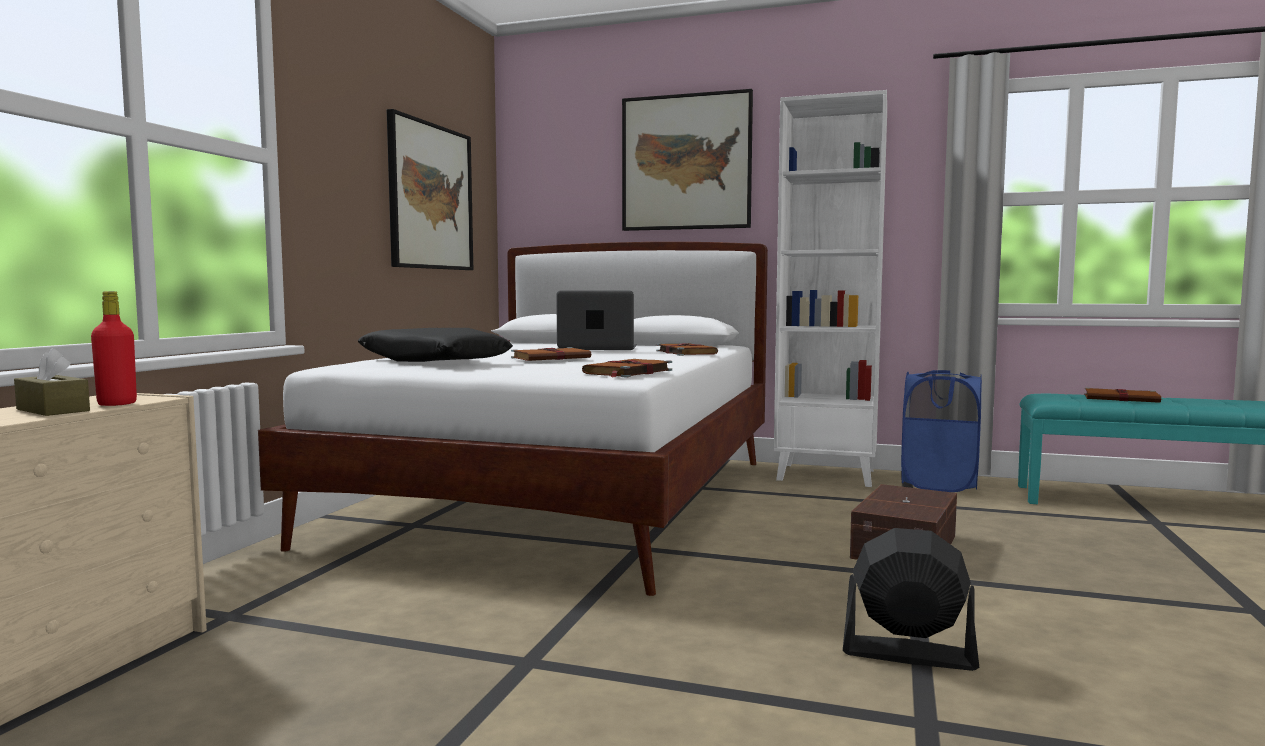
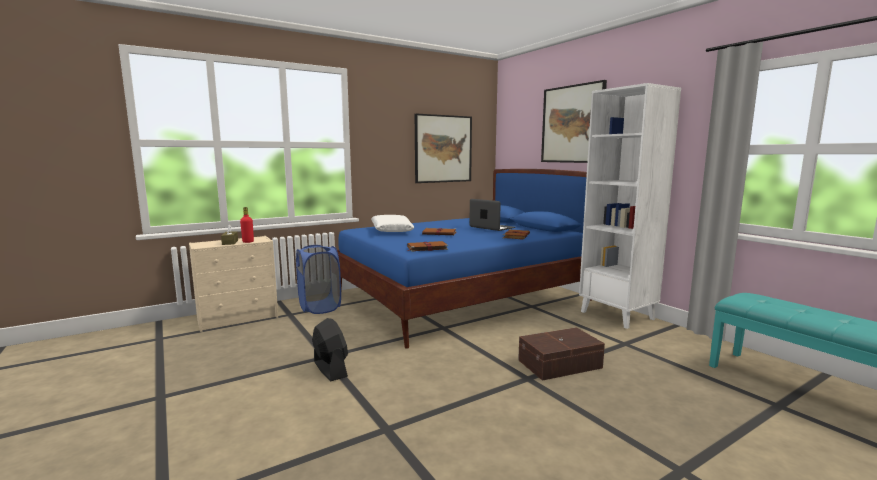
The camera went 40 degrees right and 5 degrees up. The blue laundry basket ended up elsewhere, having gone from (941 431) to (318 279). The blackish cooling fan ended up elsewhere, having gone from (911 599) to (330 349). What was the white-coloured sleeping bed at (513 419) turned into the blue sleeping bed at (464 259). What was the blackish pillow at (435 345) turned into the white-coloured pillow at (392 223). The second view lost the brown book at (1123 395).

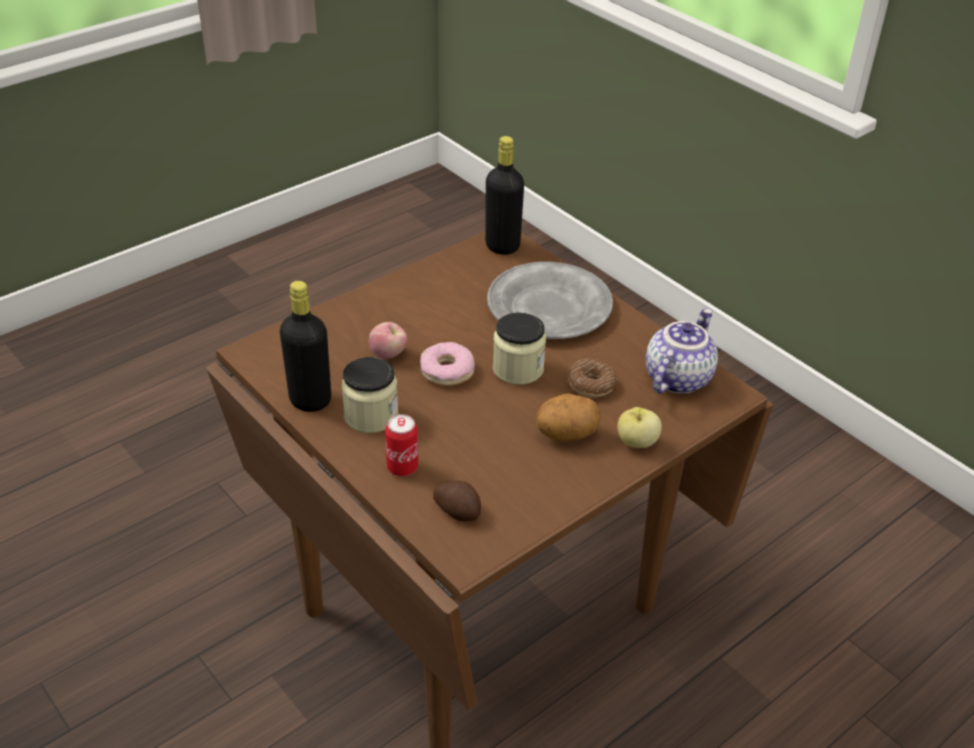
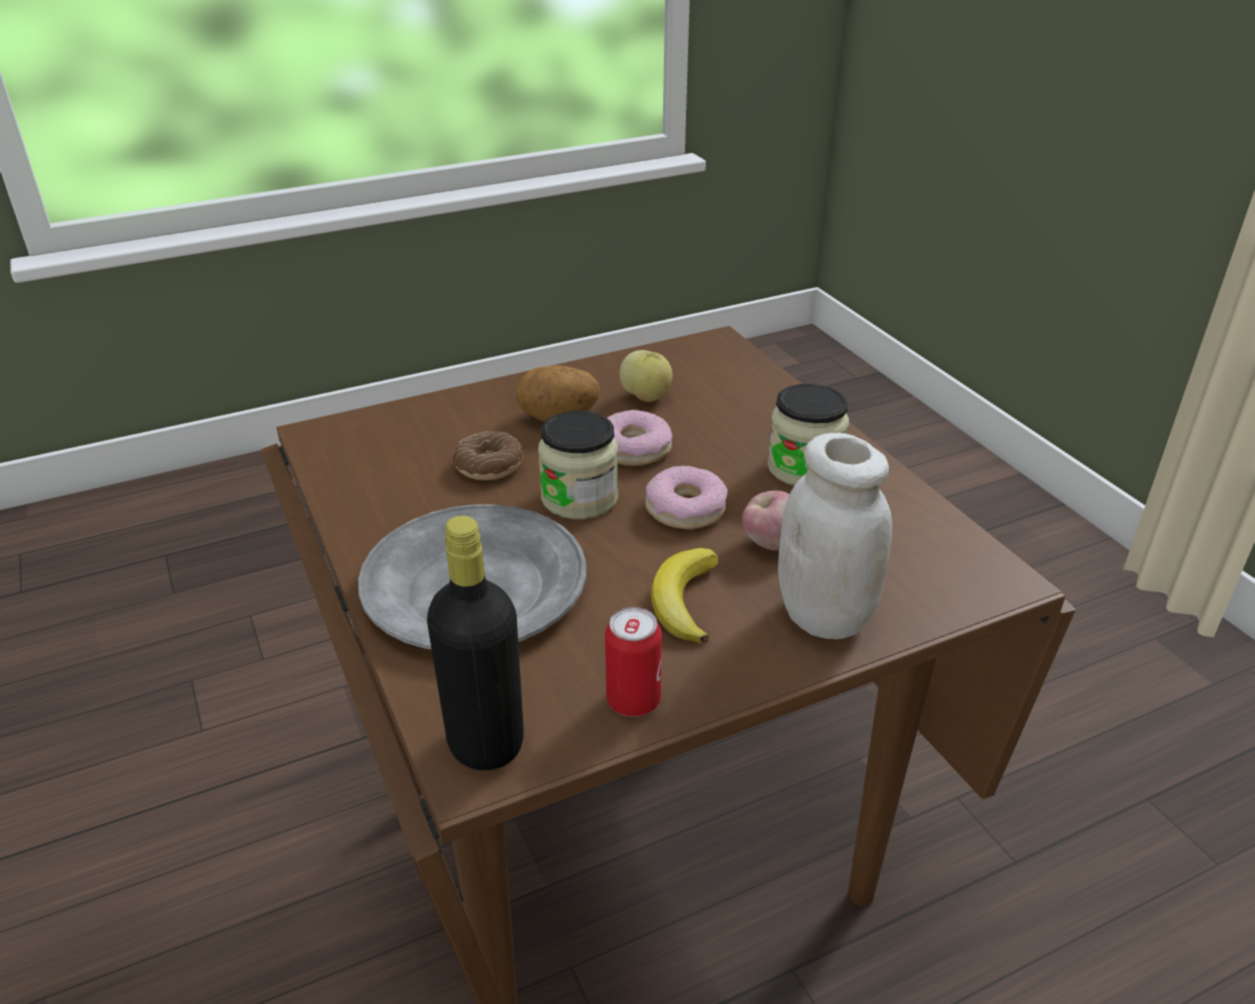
The camera went 165 degrees left and 5 degrees down. The metal can ended up elsewhere, having gone from (401 445) to (633 662). The second view gained the ring doughnut at (639 438). The apple ended up elsewhere, having gone from (639 427) to (646 376). The second view gained the whole banana at (684 595). The second view gained the white-coloured storage jar at (835 536). The second view lost the blackish bottle at (305 346). The second view lost the potato at (457 501). The second view lost the tea pot at (682 351).

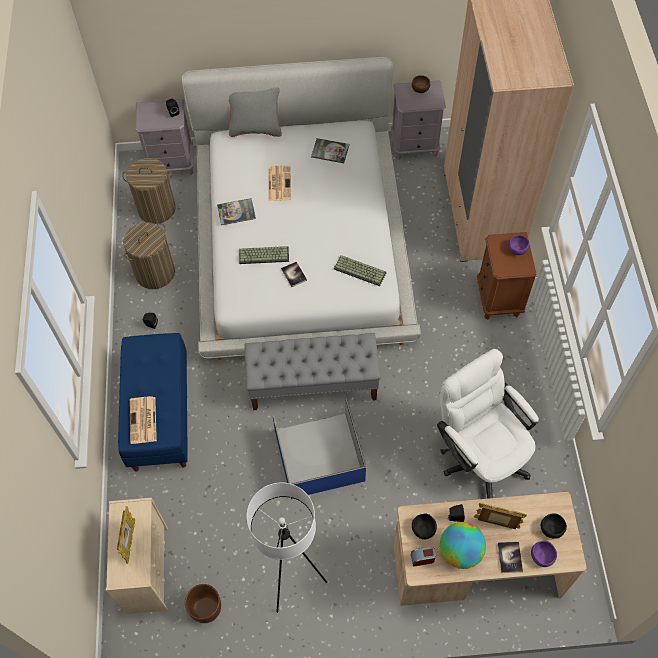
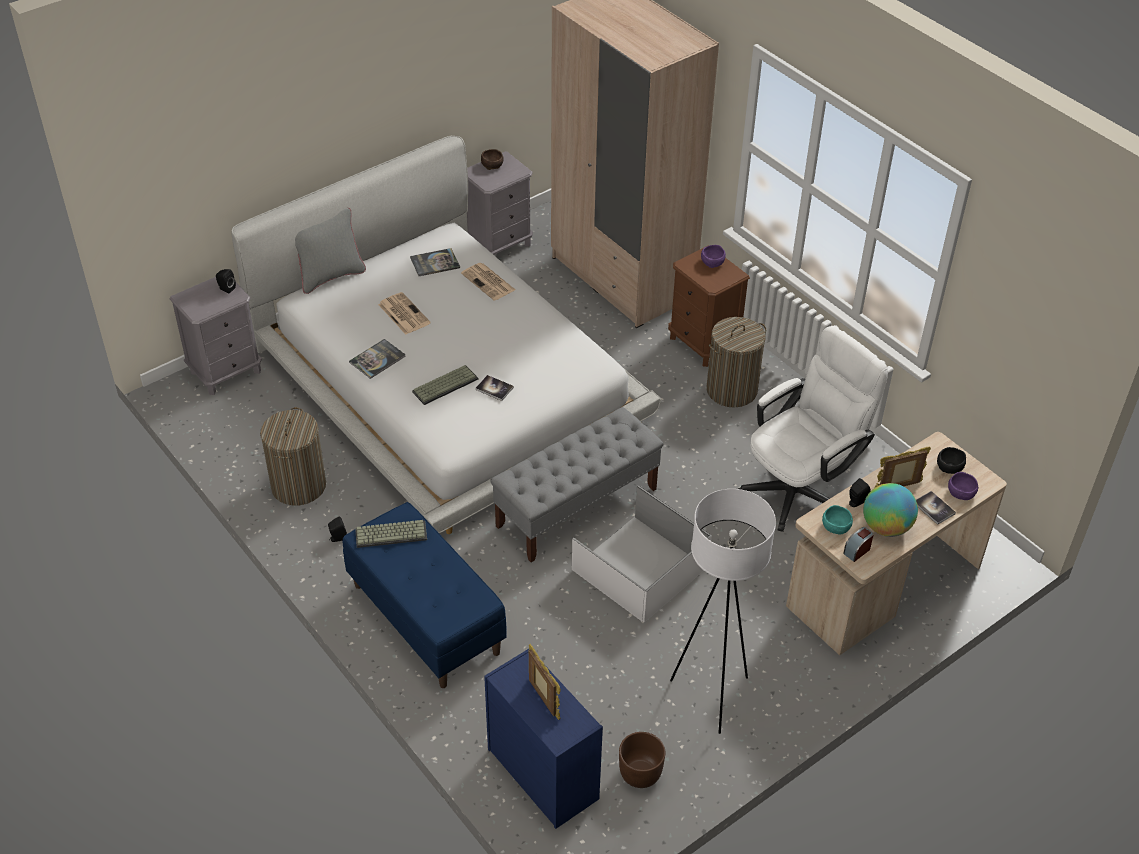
The camera went 35 degrees left and 15 degrees down. The PC keyboard ended up elsewhere, having gone from (360 270) to (391 534). The daily paper ended up elsewhere, having gone from (143 420) to (488 282). What was the beige dresser at (137 556) turned into the blue dresser at (543 739). What was the blue storage box at (319 449) turned into the white-coloured storage box at (641 554). The laundry basket ended up elsewhere, having gone from (149 191) to (736 362). The white-coloured office chair at (488 424) ended up facing another way, 120 degrees clockwise from before. What was the blackish deep dish at (424 527) turned into the turquoise deep dish at (837 519).

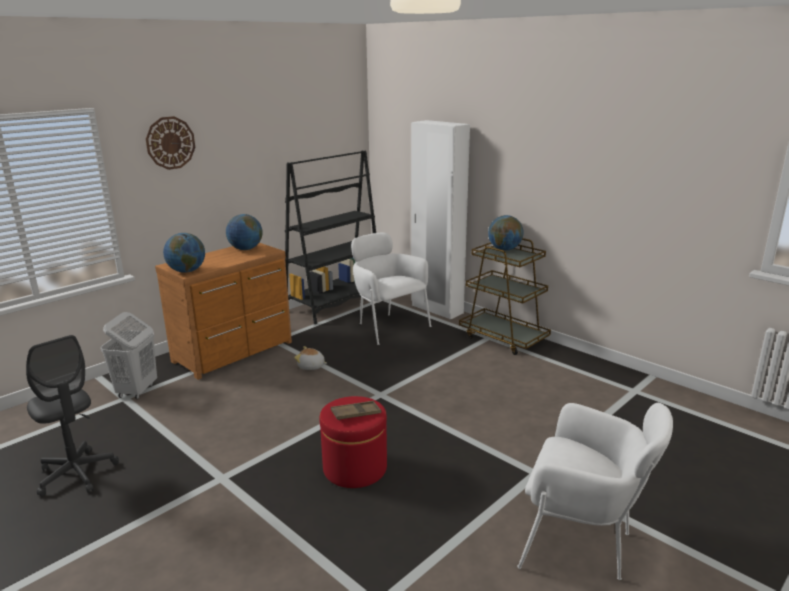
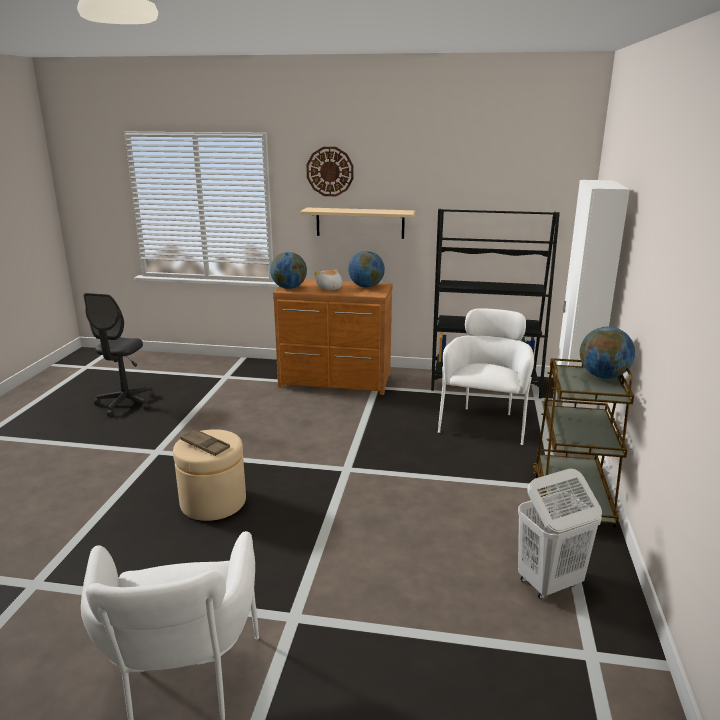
The camera went 55 degrees right and 0 degrees up. What was the red ottoman at (353 442) turned into the beige ottoman at (209 475). The second view gained the beige wall shelf at (357 223). The plush toy ended up elsewhere, having gone from (310 358) to (328 280). The white-coloured laundry basket ended up elsewhere, having gone from (129 355) to (560 533).

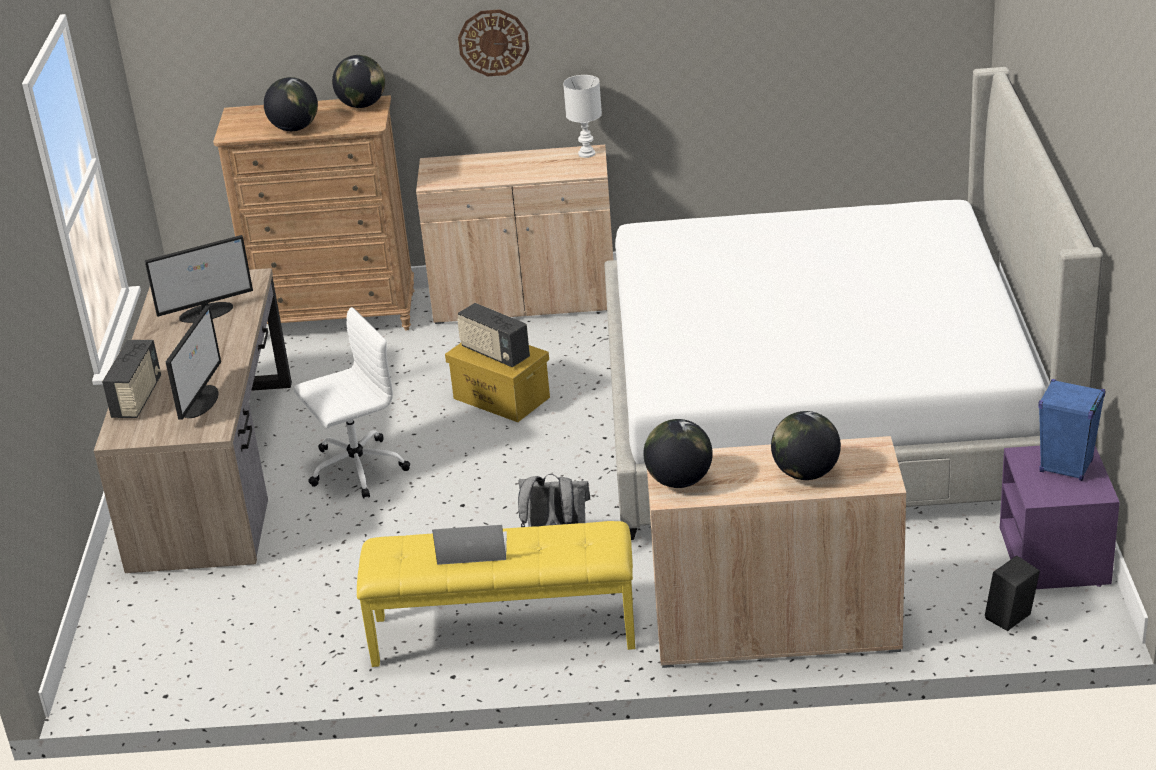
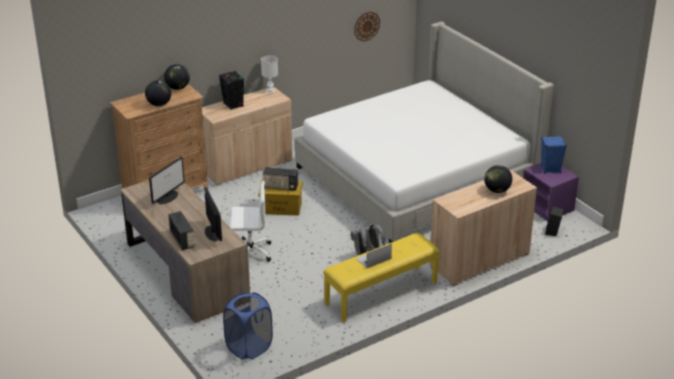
The camera went 35 degrees left and 0 degrees up. The second view gained the blackish audio speaker at (231 90). The second view gained the blue laundry basket at (248 326). The white-coloured office chair at (352 402) ended up facing another way, 60 degrees clockwise from before. The wall clock ended up elsewhere, having gone from (493 42) to (367 27). The second view lost the world globe at (678 453).

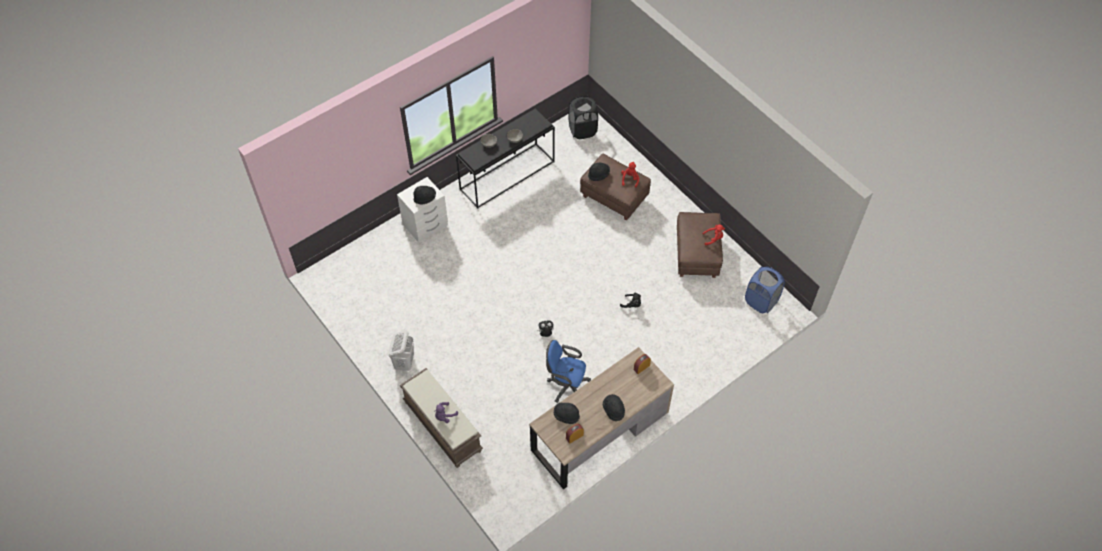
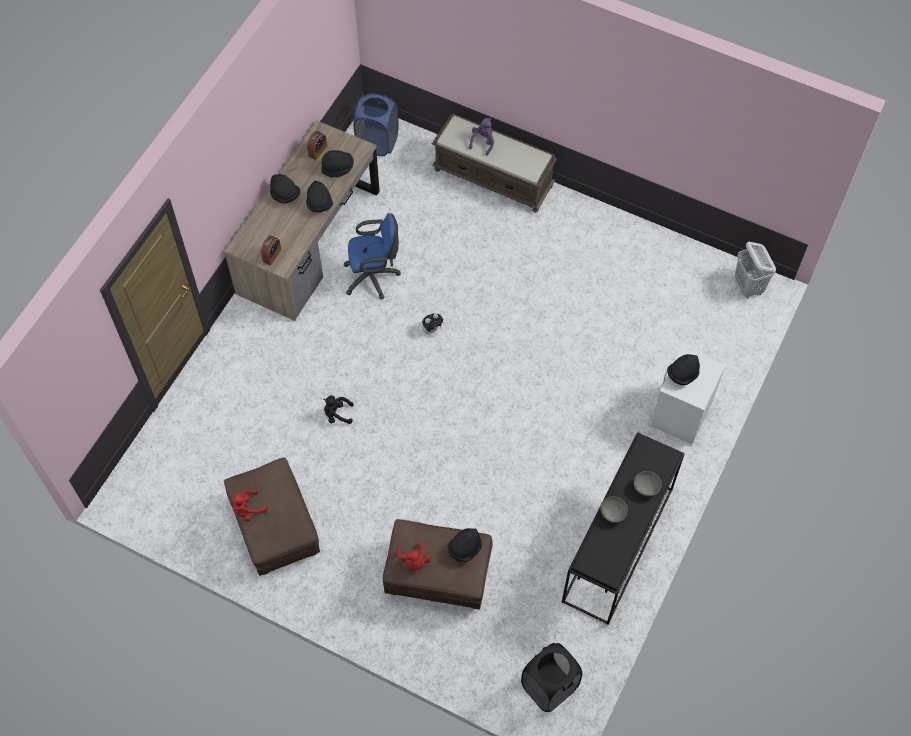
The camera went 155 degrees right and 5 degrees up. The second view gained the blackish clothing hat at (319 196). The blue laundry basket ended up elsewhere, having gone from (765 289) to (376 124). The white-coloured laundry basket ended up elsewhere, having gone from (401 350) to (755 270).

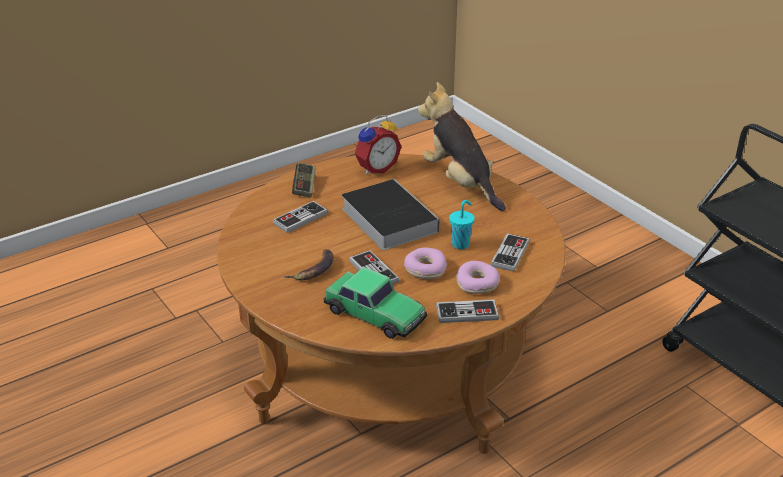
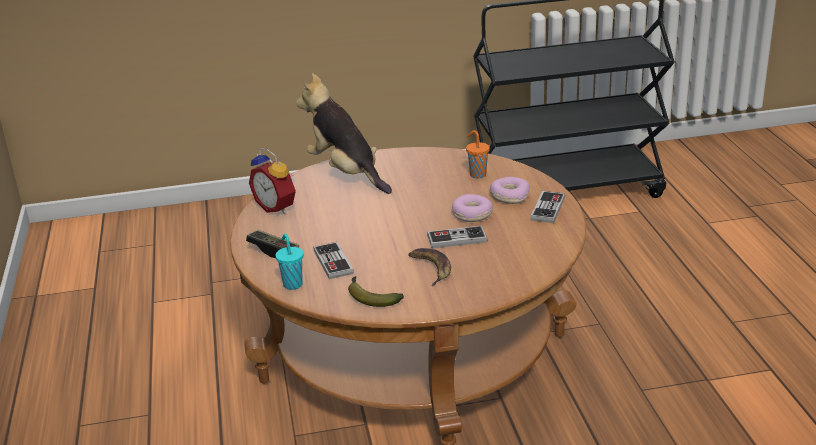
The camera went 65 degrees left and 5 degrees down. The table clock at (378 145) ended up facing another way, 150 degrees clockwise from before. The turquoise cup ended up elsewhere, having gone from (462 224) to (289 262). The plush toy at (462 146) ended up facing another way, 60 degrees clockwise from before. The second view gained the whole banana at (376 291). Where the joypad stood at (510 252), the orangey cup came to stand at (478 154). The second view lost the toy car at (375 303). The second view lost the book at (390 214).

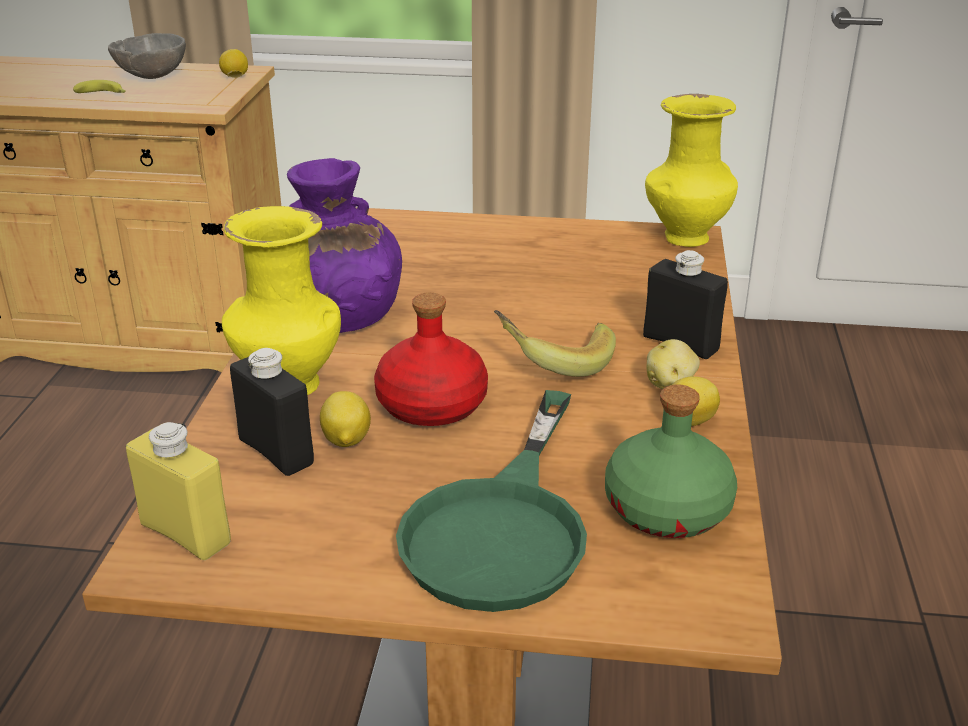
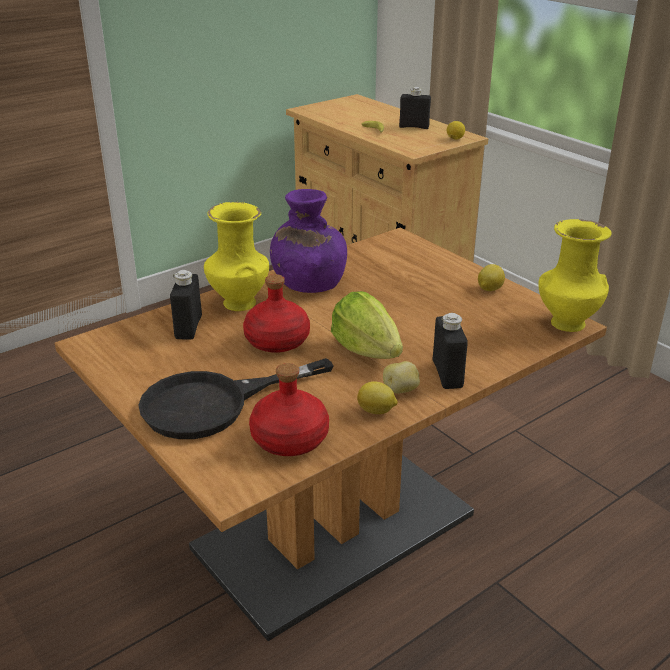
The camera went 45 degrees right and 0 degrees up. What was the greenish frying pan at (491 501) turned into the blackish frying pan at (236 398). What was the greenish bottle at (671 461) turned into the red bottle at (289 409). Where the whole banana stood at (555 343), the head of lettuce came to stand at (367 325). Where the grey deep dish stood at (147 56), the blackish bottle came to stand at (415 108). The lemon ended up elsewhere, having gone from (345 419) to (491 277). The second view lost the yellowish bottle at (178 491).

